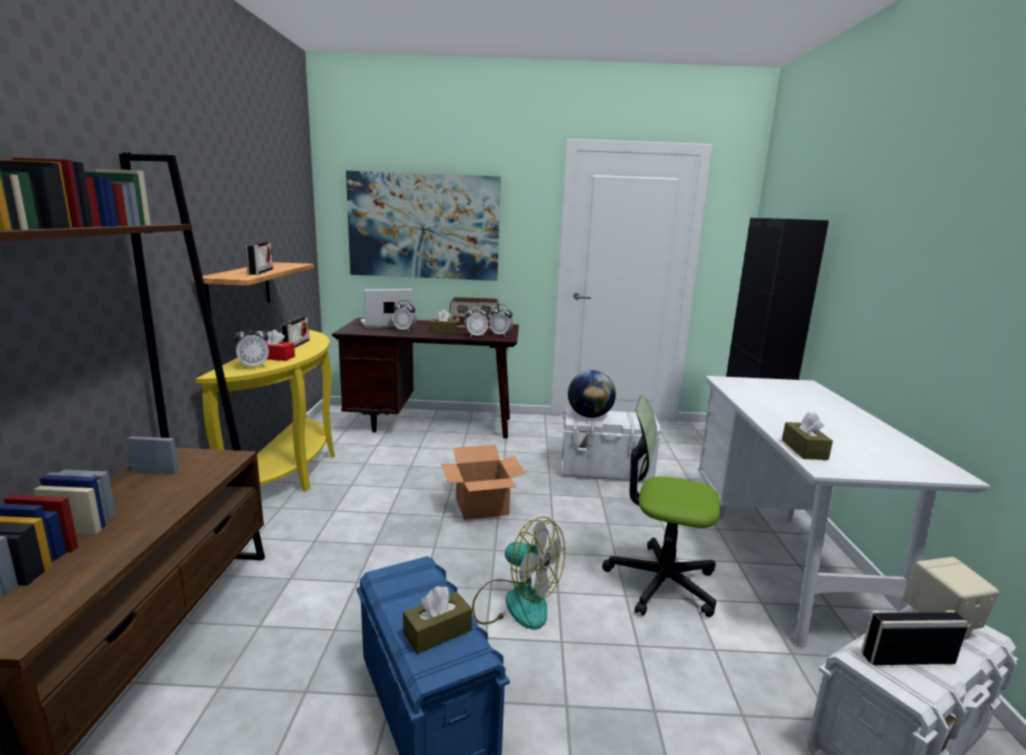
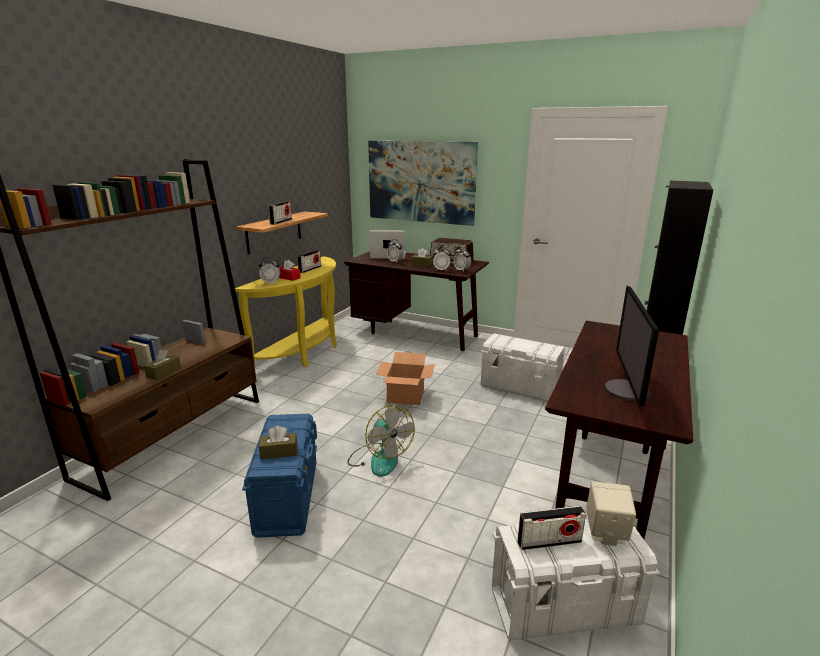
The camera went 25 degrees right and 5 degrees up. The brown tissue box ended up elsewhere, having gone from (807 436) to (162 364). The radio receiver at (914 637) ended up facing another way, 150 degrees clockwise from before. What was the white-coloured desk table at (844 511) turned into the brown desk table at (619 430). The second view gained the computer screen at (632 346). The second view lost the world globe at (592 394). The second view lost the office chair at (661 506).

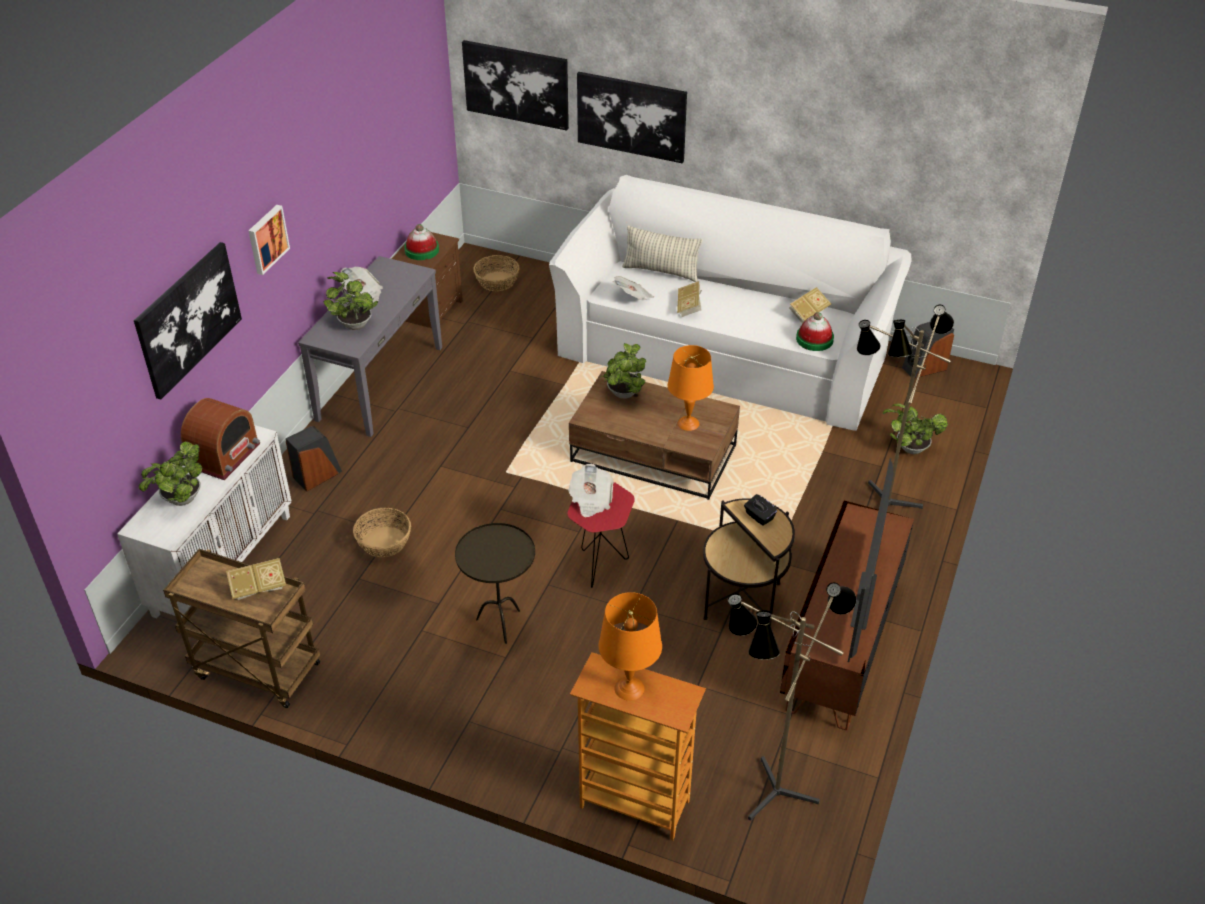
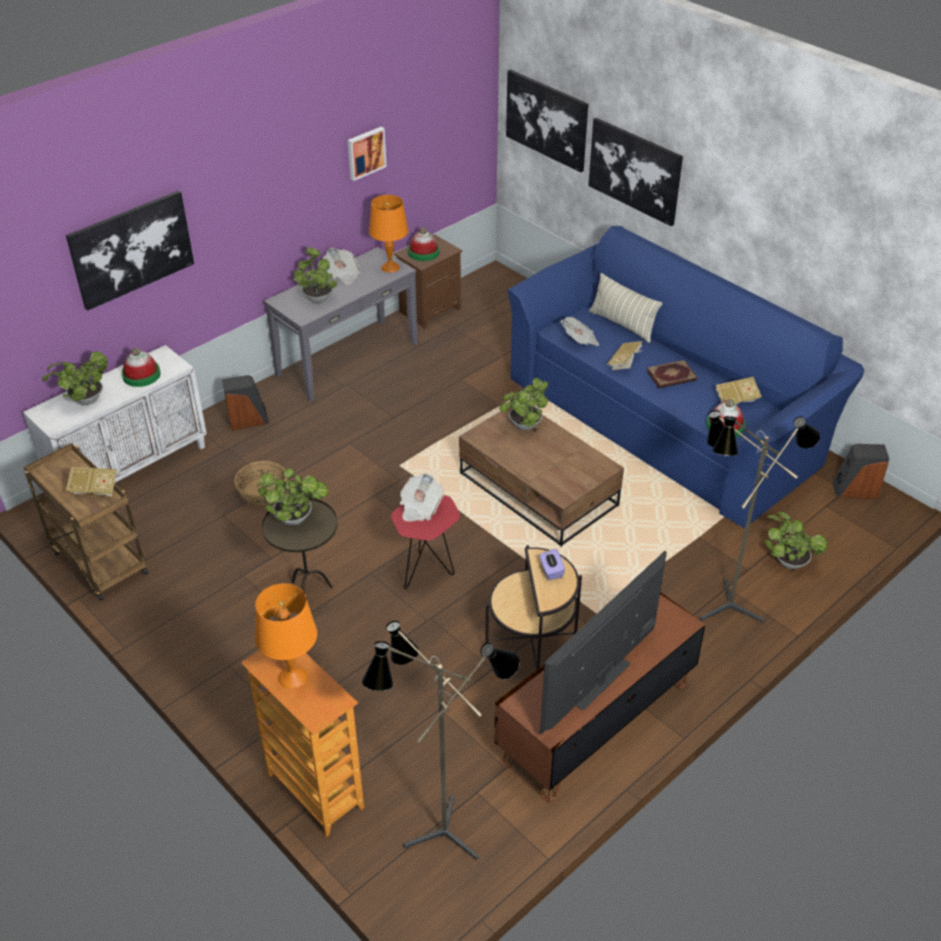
The camera went 25 degrees right and 0 degrees up. Where the radio receiver stood at (220 439), the clothing hat came to stand at (141 367). The second view gained the houseplant at (292 496). The picture ended up elsewhere, having gone from (269 240) to (367 154). The orangey table lamp ended up elsewhere, having gone from (691 388) to (388 234). What was the white-coloured settee at (730 303) turned into the blue settee at (686 377). What was the blackish tissue box at (760 510) turned into the purple tissue box at (552 564). The second view gained the book at (672 374). The second view lost the storage basket at (496 273).

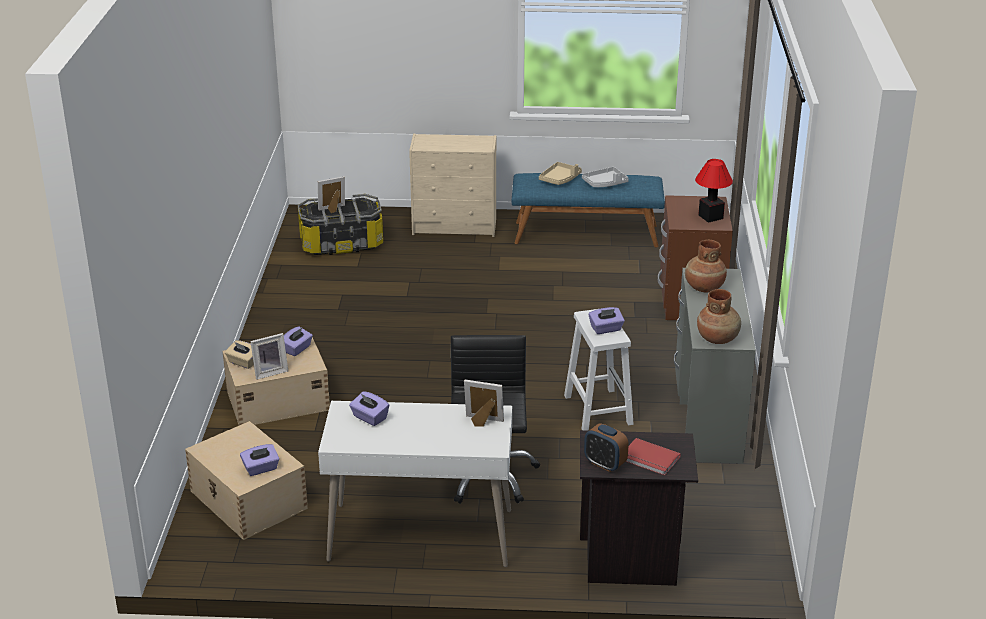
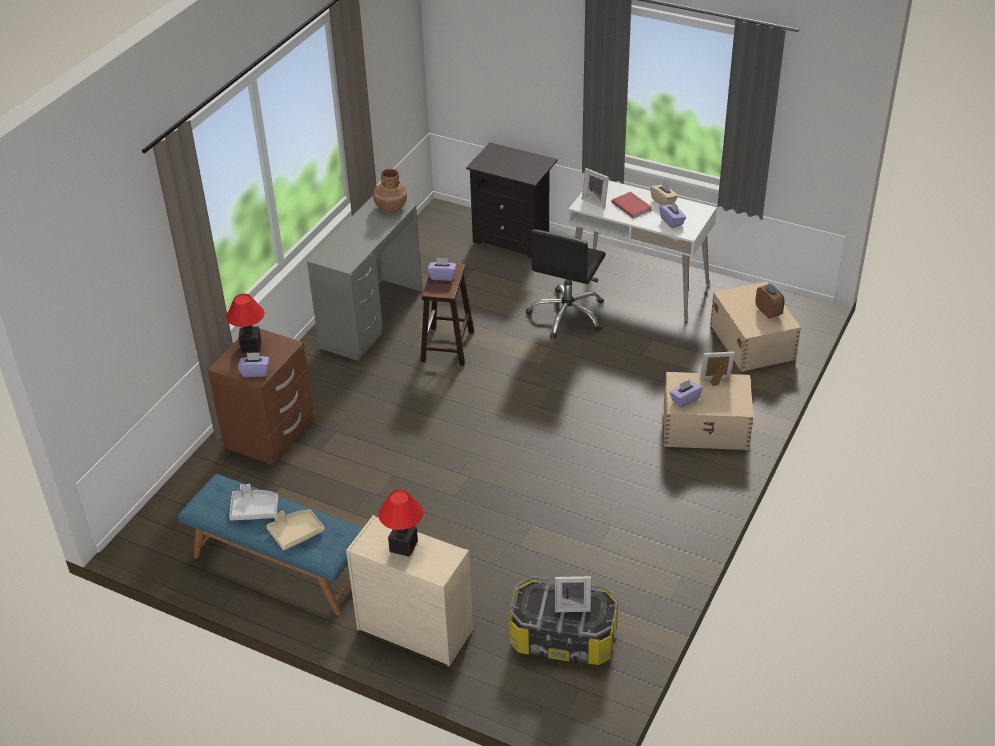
The camera went 155 degrees left and 10 degrees up. The purple tissue box ended up elsewhere, having gone from (259 460) to (253 365). The second view gained the table lamp at (400 523). What was the white-coloured stool seat at (599 370) turned into the brown stool seat at (447 315). The red book ended up elsewhere, having gone from (653 457) to (631 205). The beige tissue box ended up elsewhere, having gone from (239 355) to (664 193). The table clock ended up elsewhere, having gone from (606 447) to (770 301). The second view lost the brown flower vase at (706 266).

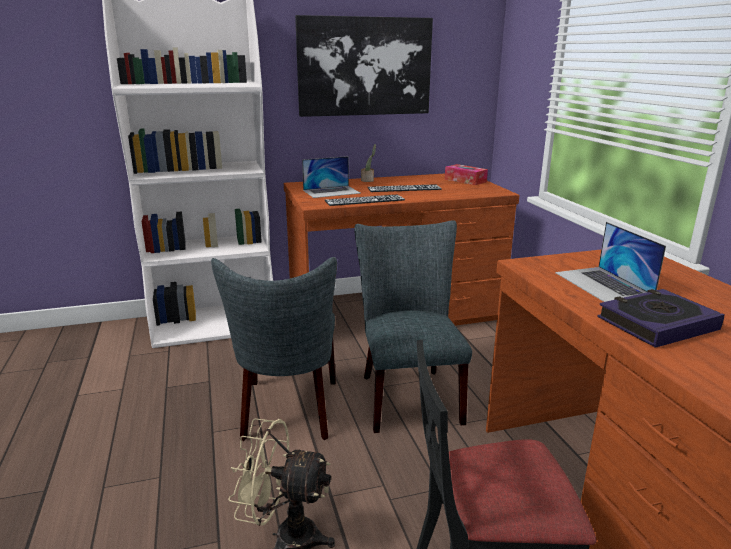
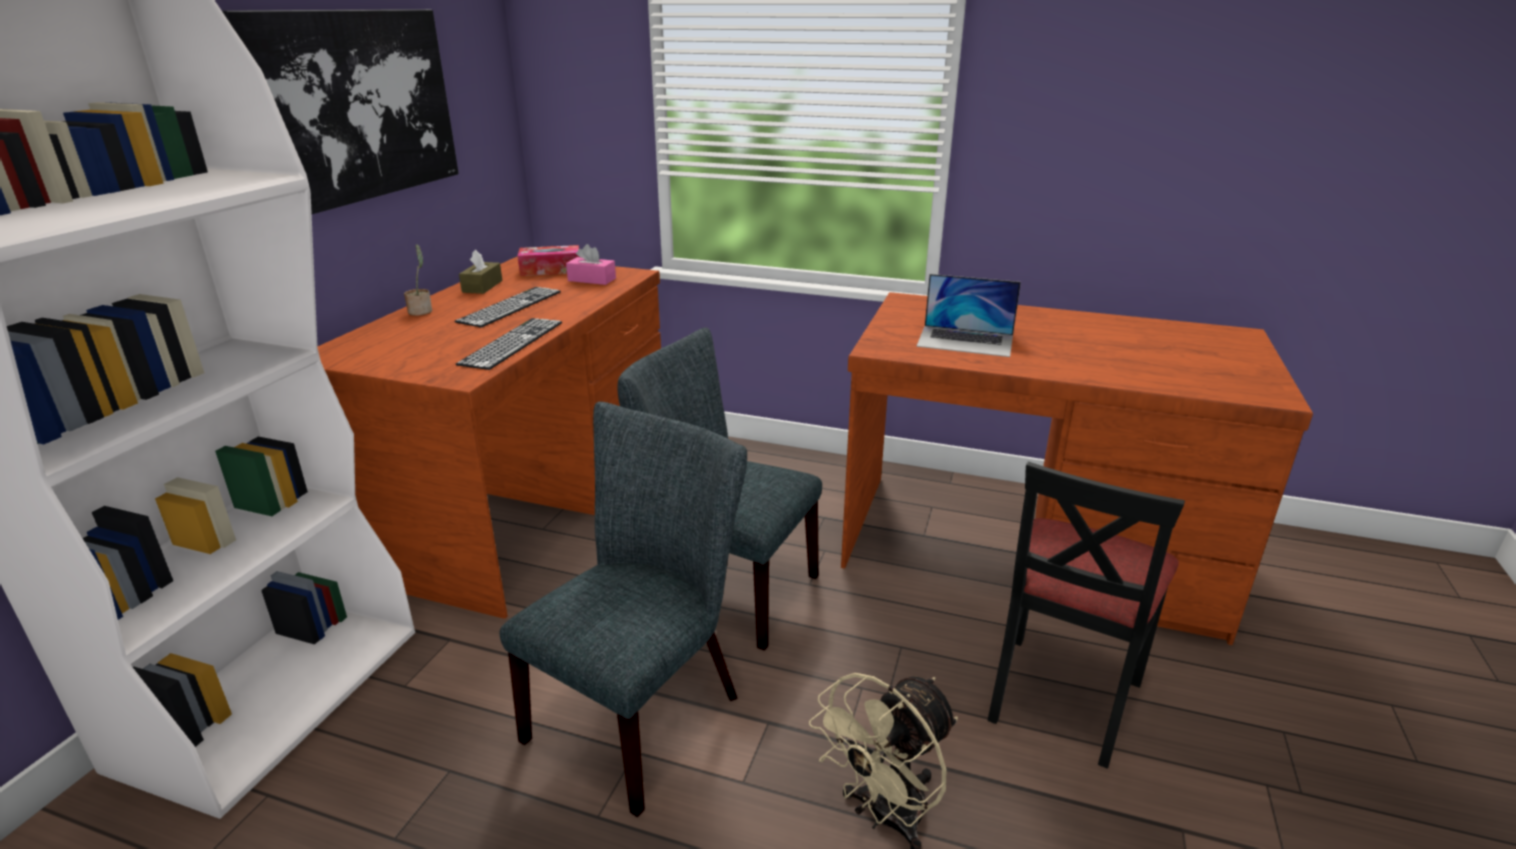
The camera went 55 degrees left and 5 degrees up. The second view gained the brown tissue box at (480 272). The grey chair at (274 349) ended up facing another way, 90 degrees counterclockwise from before. The second view gained the pink tissue box at (591 264). The second view lost the laptop at (331 177). The second view lost the book at (660 318).

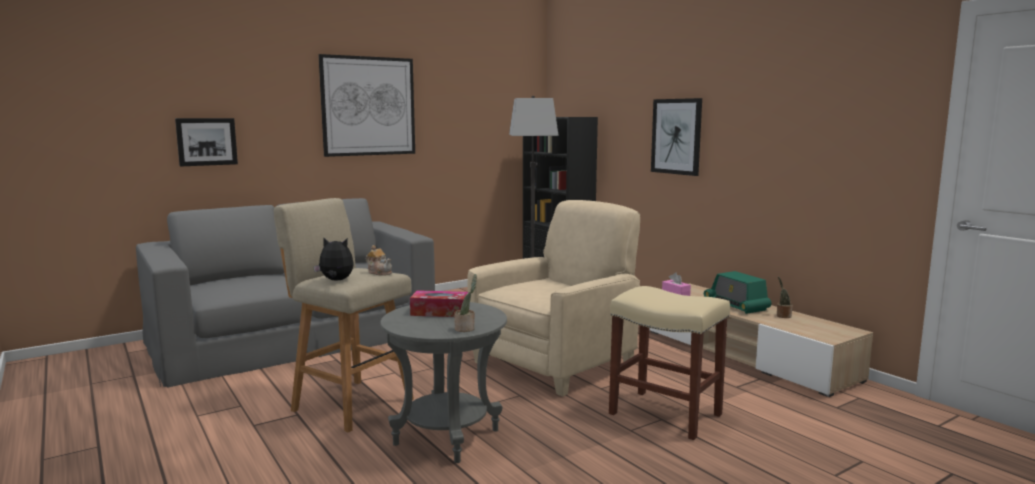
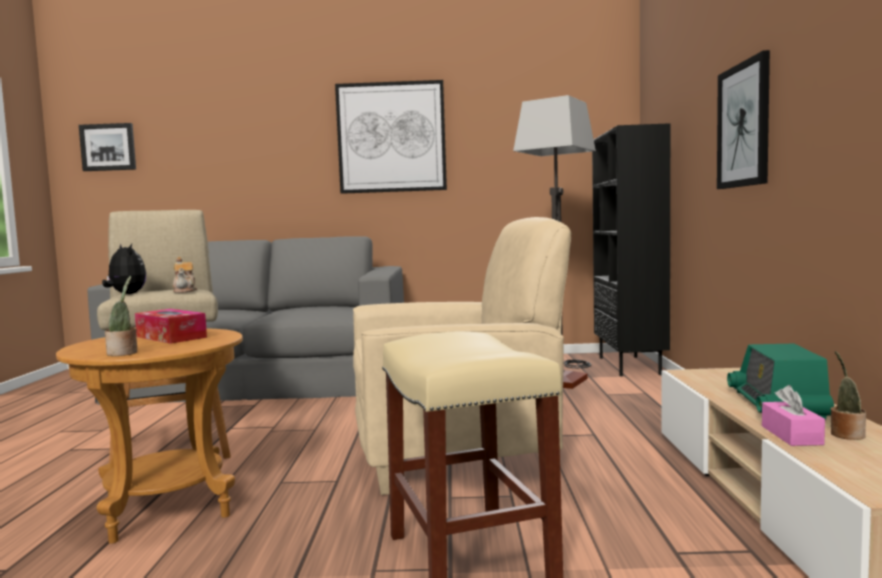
The camera went 35 degrees right and 5 degrees down. What was the grey end table at (443 382) turned into the brown end table at (149 436). The picture ended up elsewhere, having gone from (206 142) to (107 147). The pink tissue box ended up elsewhere, having gone from (676 284) to (793 415).

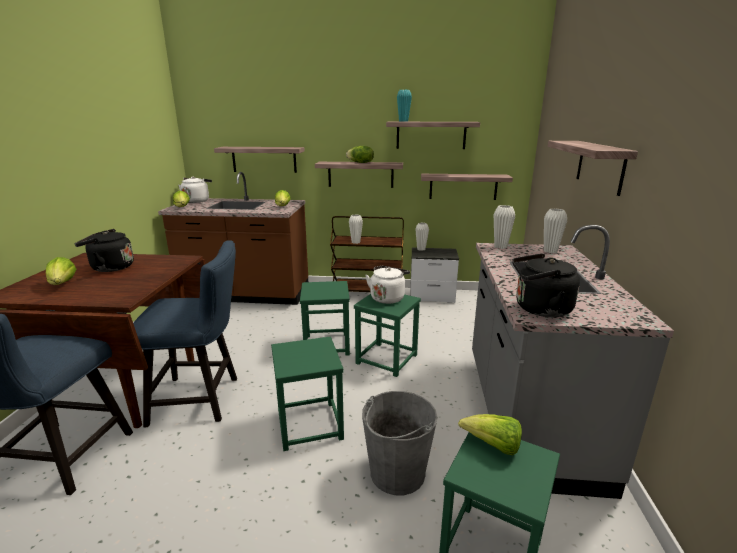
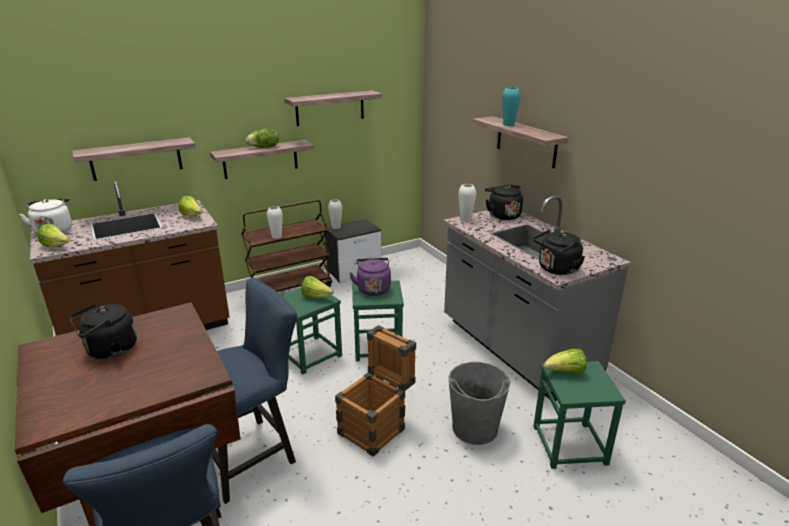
The camera went 35 degrees left and 5 degrees up. The head of lettuce ended up elsewhere, having gone from (61 271) to (317 287). Where the greenish stool seat stood at (307 393), the packing crate came to stand at (375 391). What was the white-coloured tea kettle at (387 285) turned into the purple tea kettle at (370 277). Where the white-coloured flower vase stood at (555 231), the blackish tea kettle came to stand at (504 202). The turquoise flower vase ended up elsewhere, having gone from (404 106) to (511 106). The second view lost the wall shelf at (467 187).

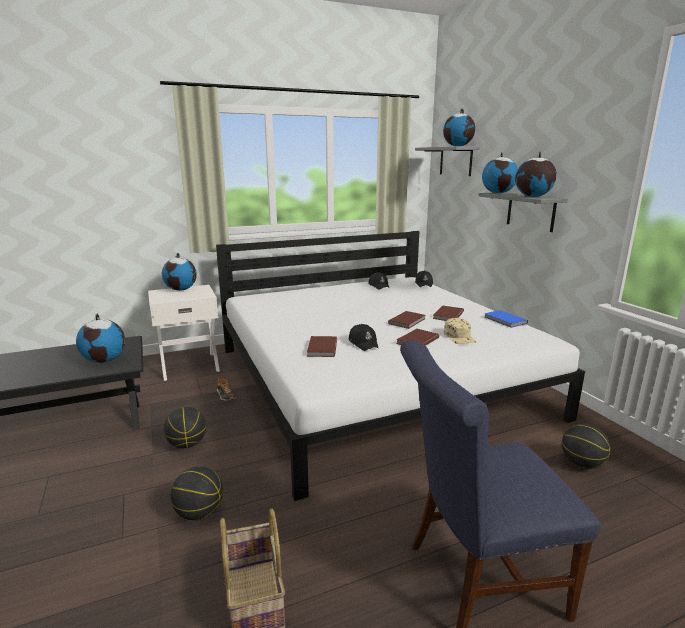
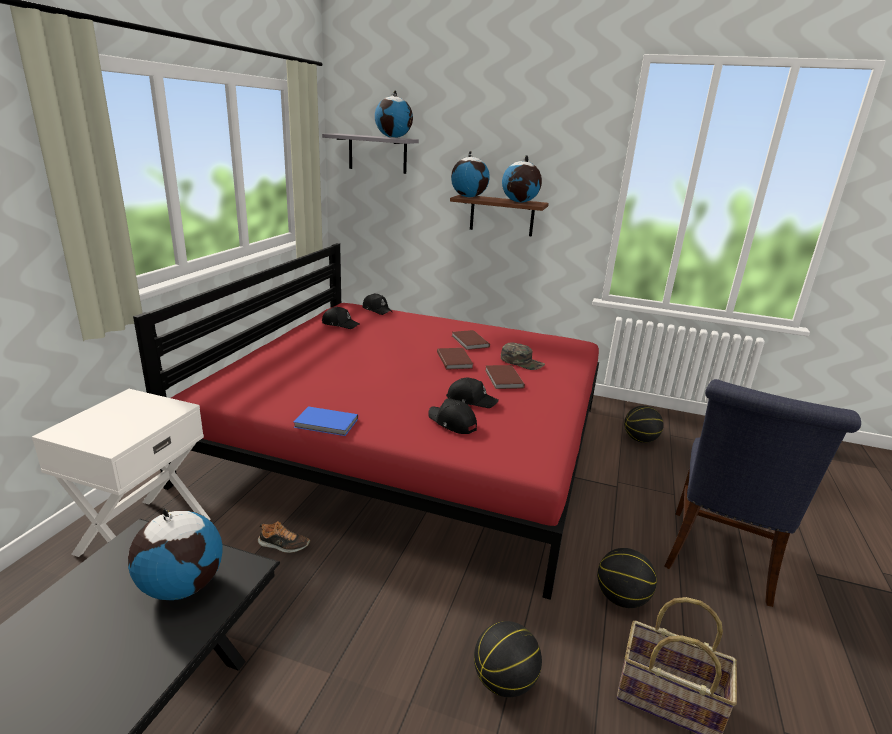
The camera went 50 degrees left and 5 degrees up. What was the white-coloured sleeping bed at (400 366) turned into the red sleeping bed at (366 421). The blue book ended up elsewhere, having gone from (506 319) to (325 421). Where the brown book stood at (322 346), the blackish cap came to stand at (452 416). What was the grey wall shelf at (523 212) turned into the brown wall shelf at (499 216). What was the beige cap at (460 331) turned into the greenish cap at (523 356). The basketball ended up elsewhere, having gone from (185 427) to (627 578). The second view lost the world globe at (179 272).

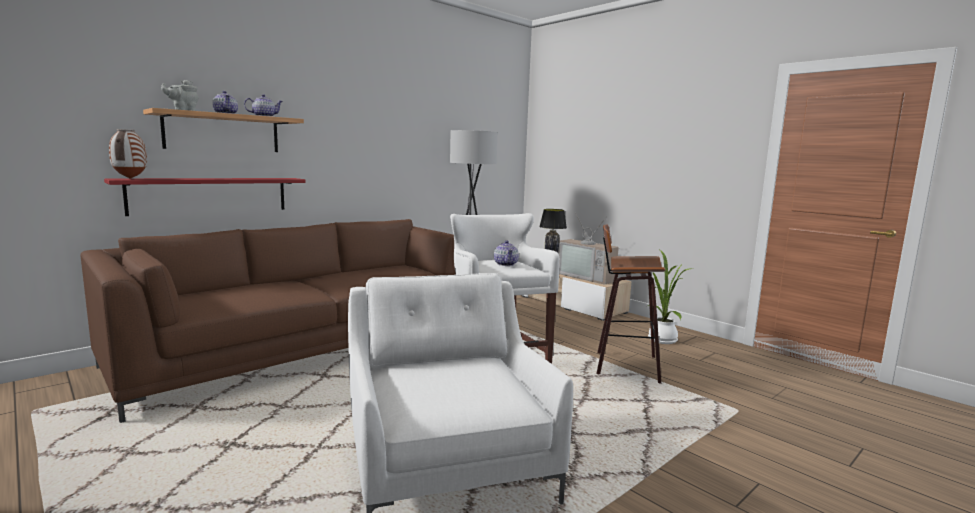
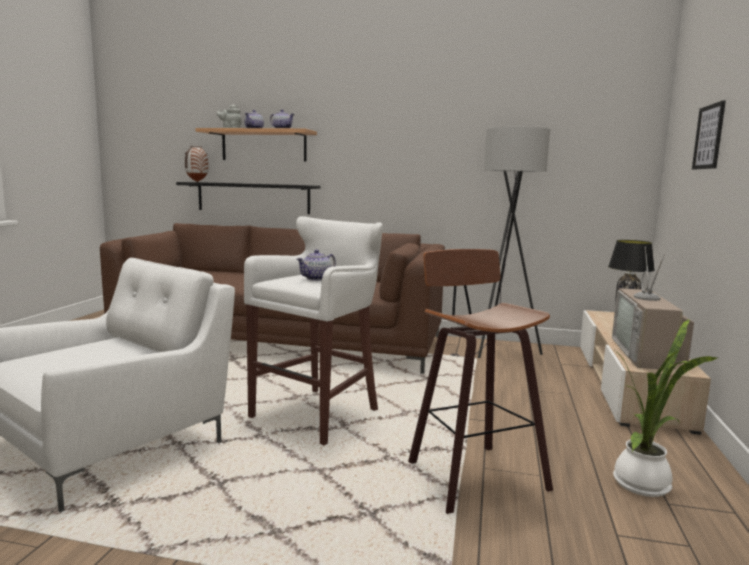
The camera went 55 degrees right and 0 degrees up. What was the red wall shelf at (205 197) turned into the blackish wall shelf at (248 198). The second view gained the picture at (709 135).

